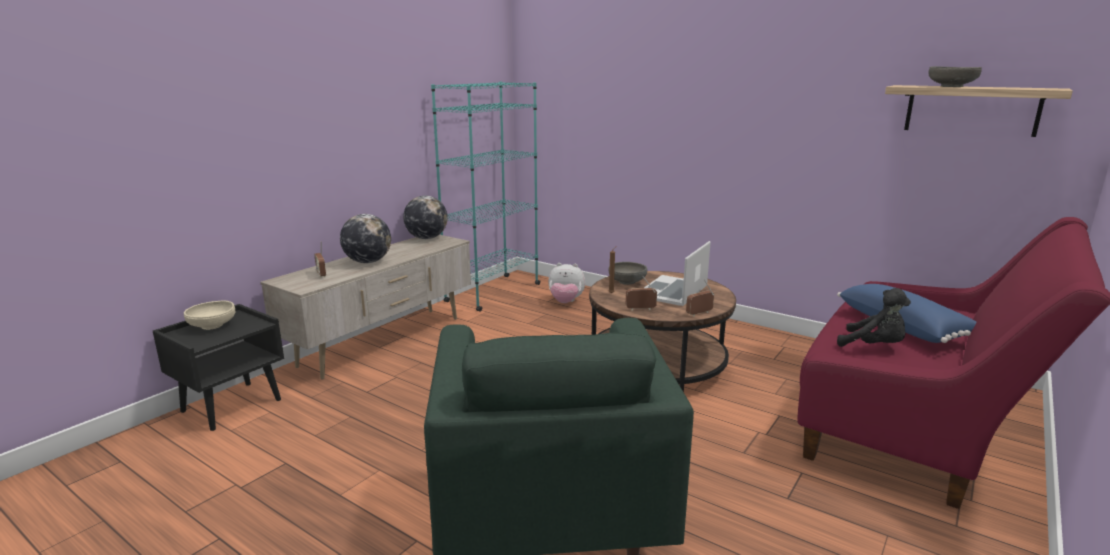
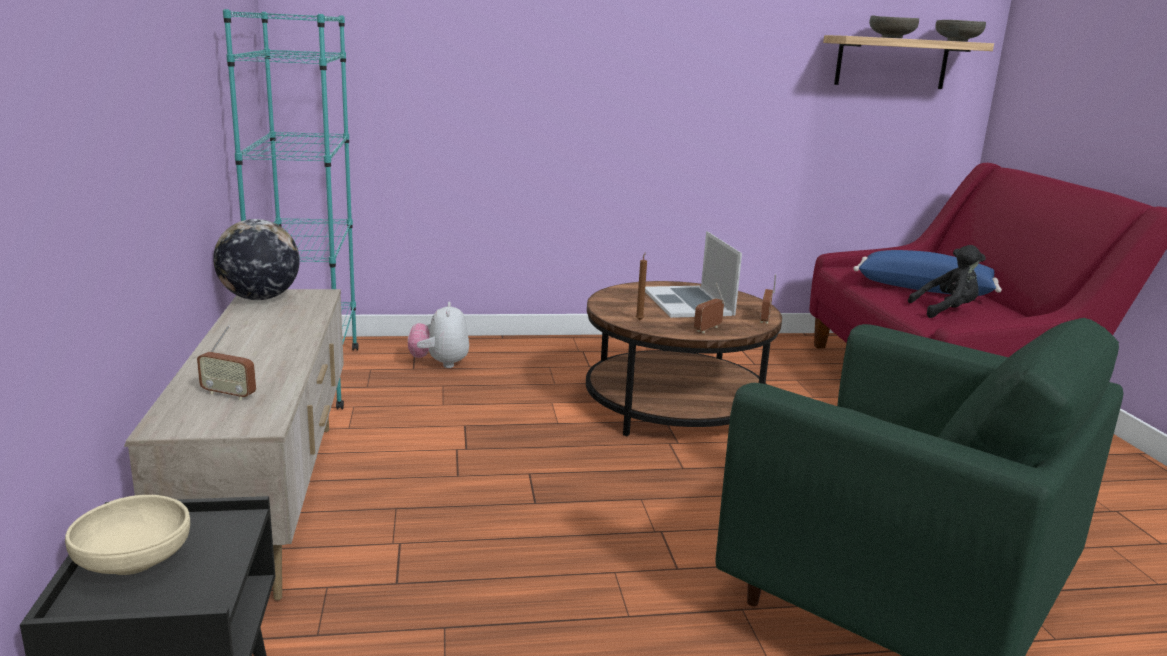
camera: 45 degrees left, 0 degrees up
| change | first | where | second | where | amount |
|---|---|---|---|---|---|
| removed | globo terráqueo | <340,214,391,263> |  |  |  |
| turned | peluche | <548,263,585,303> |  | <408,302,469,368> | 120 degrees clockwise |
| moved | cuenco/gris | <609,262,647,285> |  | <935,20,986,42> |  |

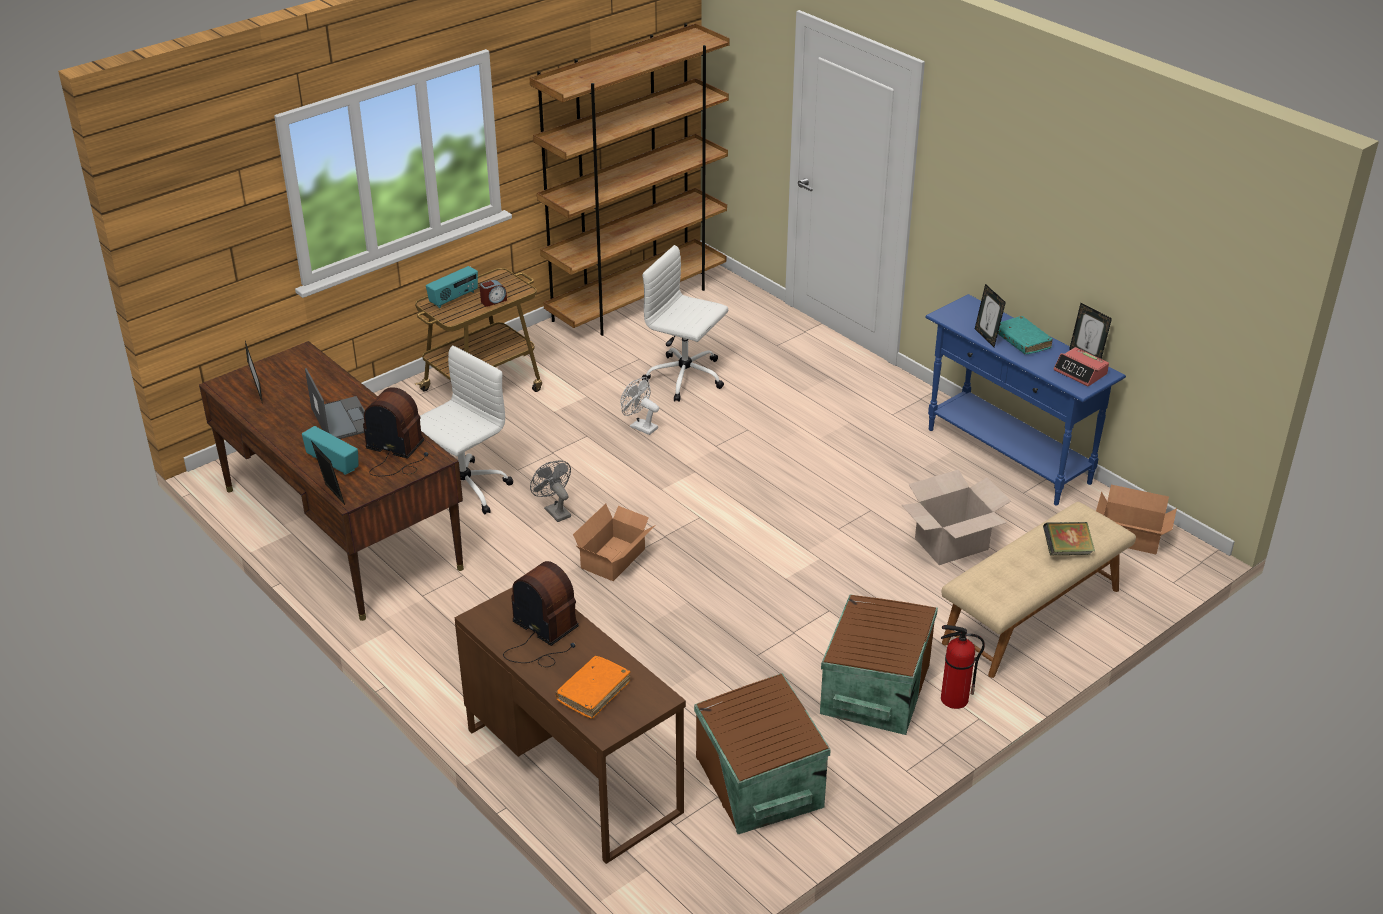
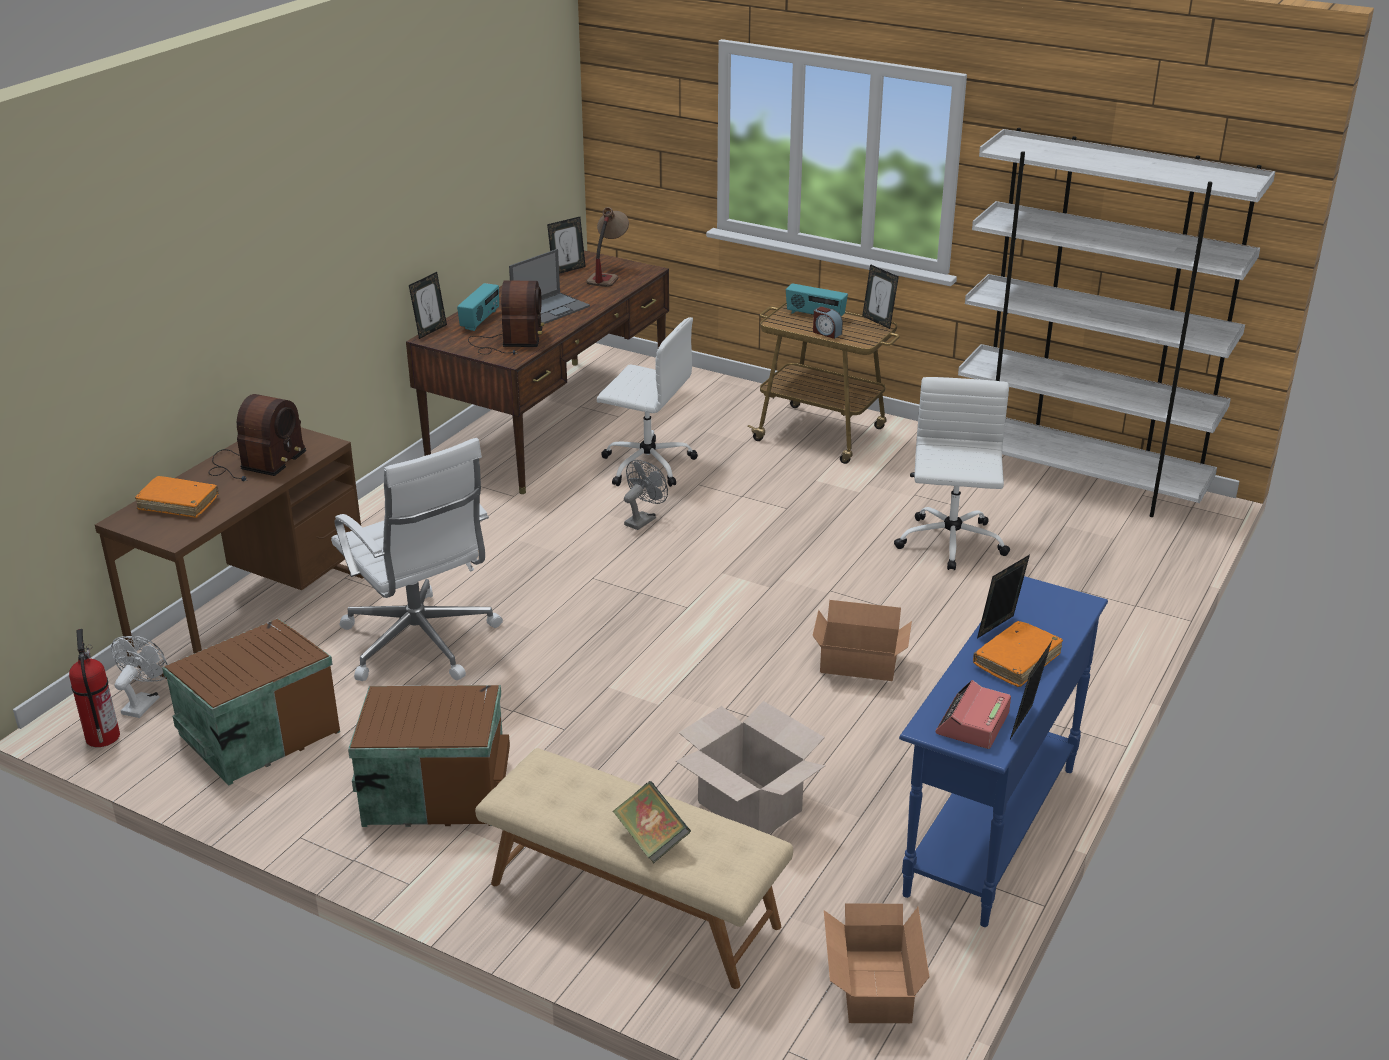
camera: 70 degrees right, 5 degrees down
| change | first | where | second | where | amount |
|---|---|---|---|---|---|
| recoloured | estantería/marrón | <530,23,730,336> | estantería/blanco | <958,128,1275,517> |  |
| moved | caja de cartón | <573,504,654,581> |  | <812,600,912,681> |  |
| moved | ventilador/blanco | <620,377,659,435> |  | <111,636,168,718> |  |
| moved | extintor | <941,625,985,709> |  | <69,629,120,747> |  |
| recoloured | libro/turquesa | <998,316,1053,354> | libro/naranja | <973,621,1063,687> |  |
| added |  |  | silla de oficina/blanco | <331,438,503,681> |  |
| added |  |  | lámpara de mesa | <586,207,629,287> |  |
| added |  |  | portarretratos | <862,264,899,329> |  |

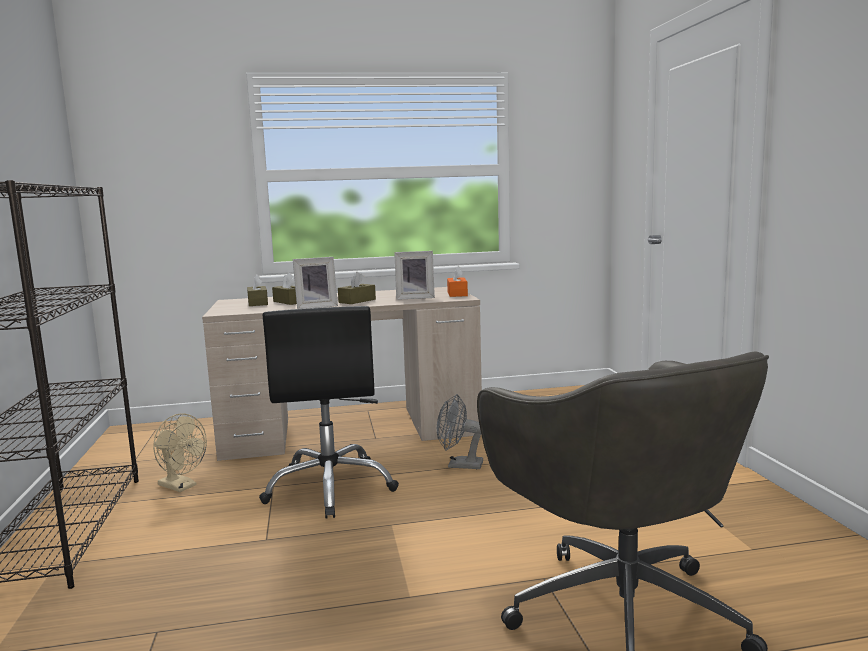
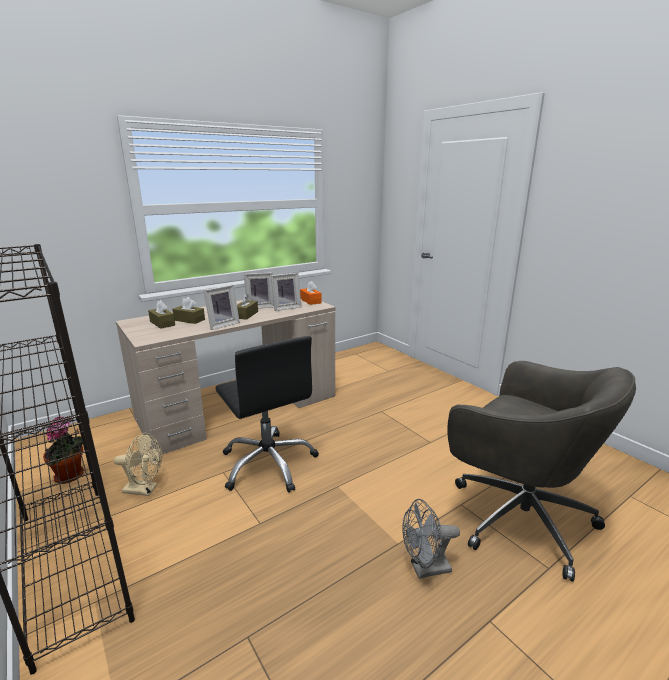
camera: 25 degrees left, 10 degrees up
| change | first | where | second | where | amount |
|---|---|---|---|---|---|
| moved | ventilador/gris | <437,394,483,469> |  | <402,499,460,579> |  |
| added |  |  | planta en maceta | <43,417,84,484> |  |
| added |  |  | portarretratos | <244,273,274,308> |  |

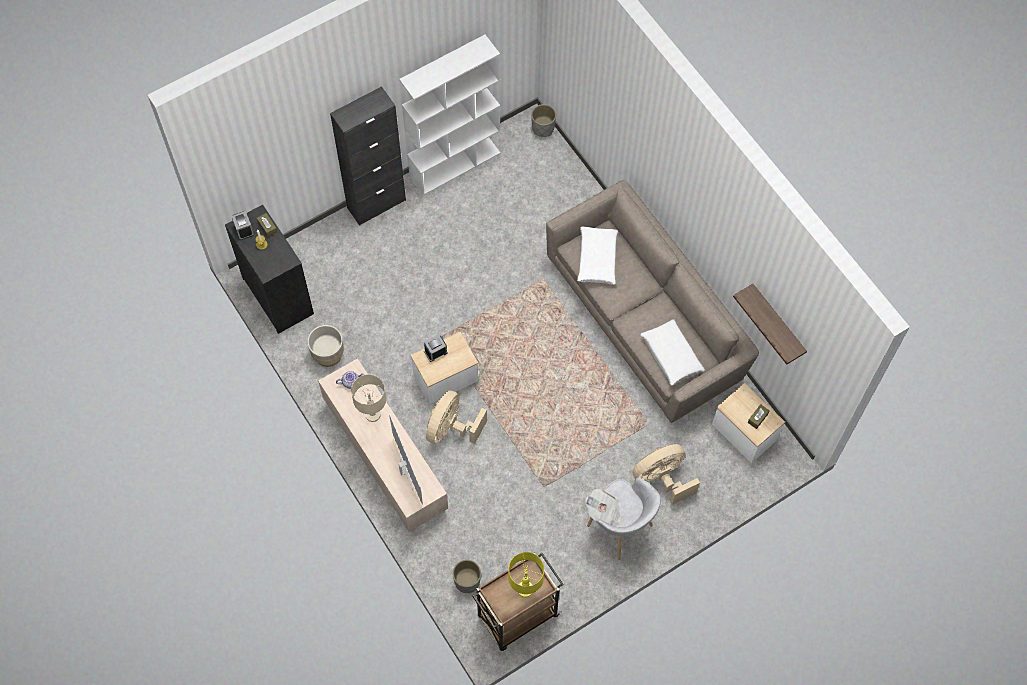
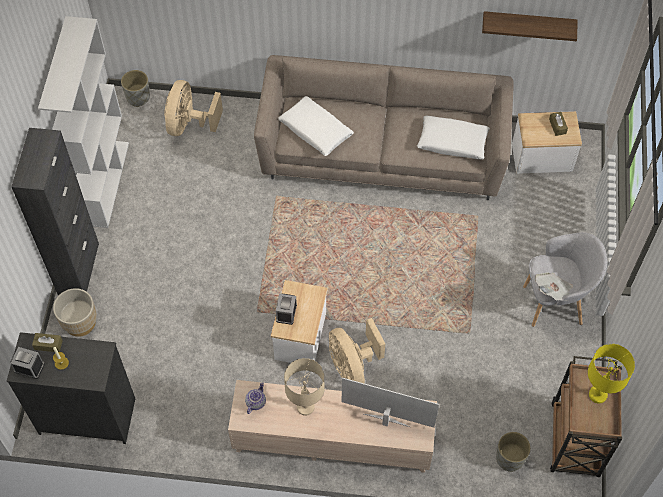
camera: 50 degrees left, 5 degrees down
| change | first | where | second | where | amount |
|---|---|---|---|---|---|
| moved | maceta/beis | <307,325,344,367> |  | <53,288,97,337> |  |
| moved | ventilador/beis | <632,444,700,505> |  | <164,80,223,136> |  |

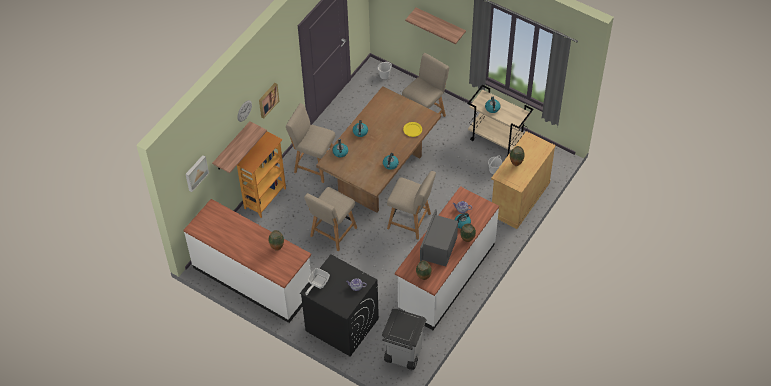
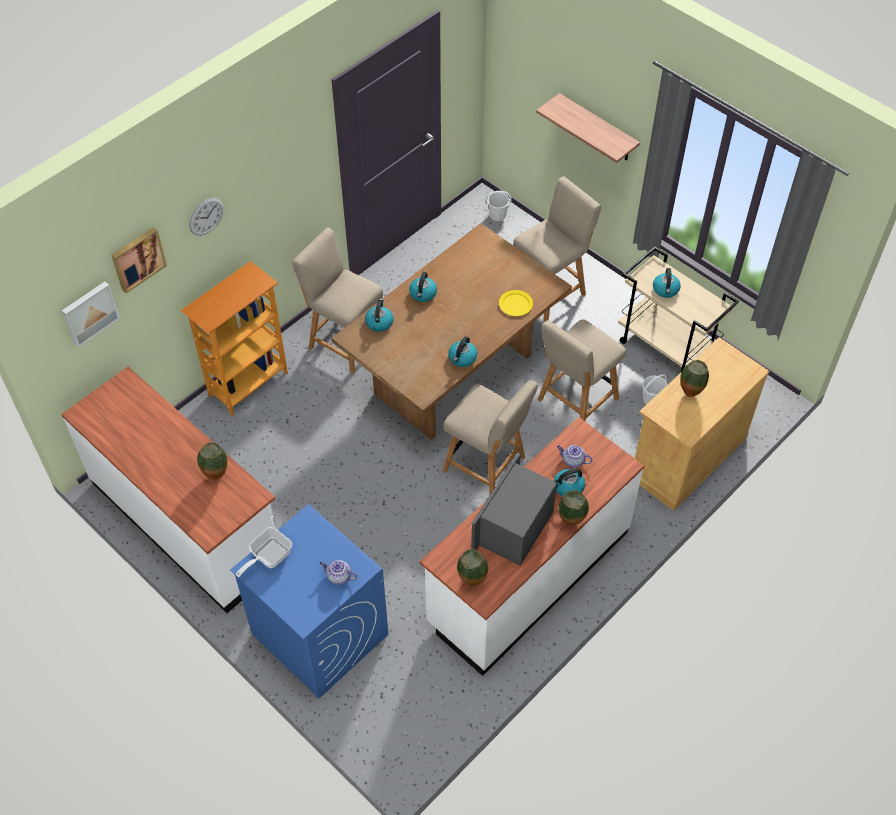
camera: 10 degrees right, 0 degrees up
| change | first | where | second | where | amount |
|---|---|---|---|---|---|
| removed | estante | <212,121,267,173> |  |  |  |
| moved | cuadro | <259,83,279,118> |  | <111,227,167,294> |  |
| recoloured | lavadora/negro | <300,255,379,357> | lavadora/azul | <230,504,388,699> |  |
| moved | silla/beis | <304,187,357,251> |  | <538,319,626,421> |  |
| removed | papelera/gris | <382,309,427,370> |  |  |  |

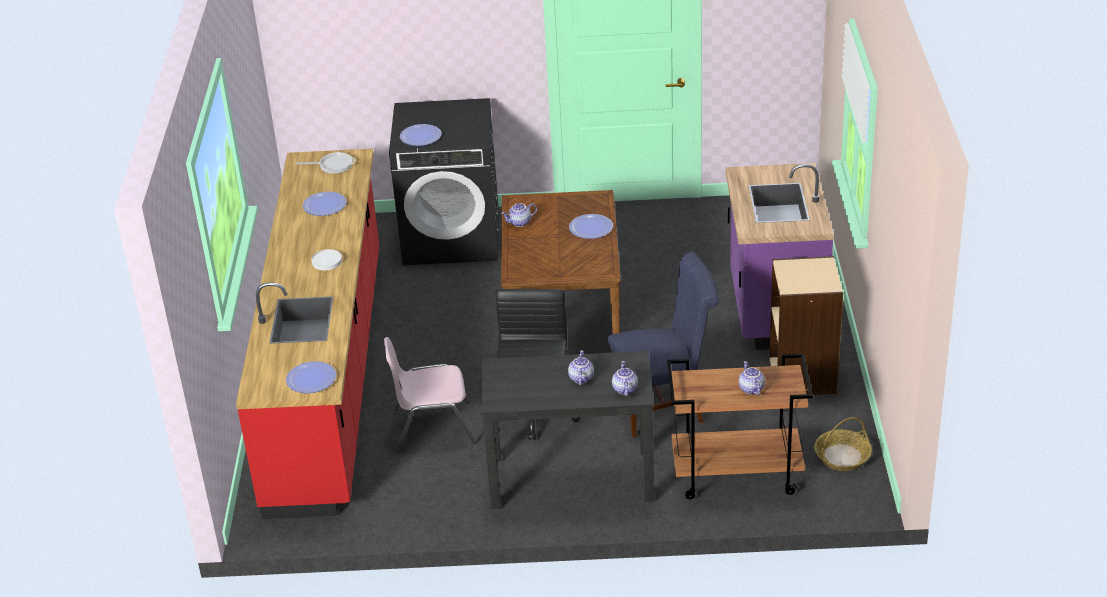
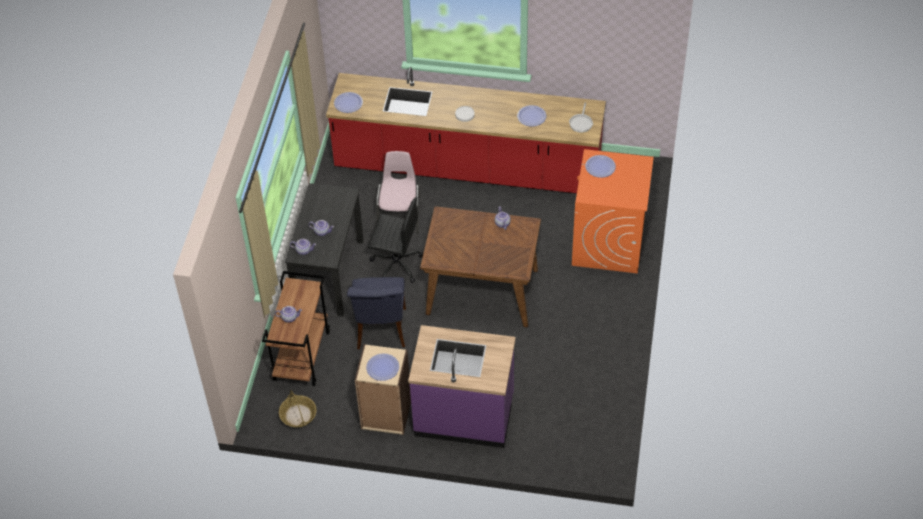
camera: 100 degrees right, 15 degrees up
| change | first | where | second | where | amount |
|---|---|---|---|---|---|
| recoloured | lavadora/negro | <389,98,499,265> | lavadora/naranja | <572,149,654,274> |  |
| moved | plato | <569,214,613,239> |  | <366,353,399,381> |  |

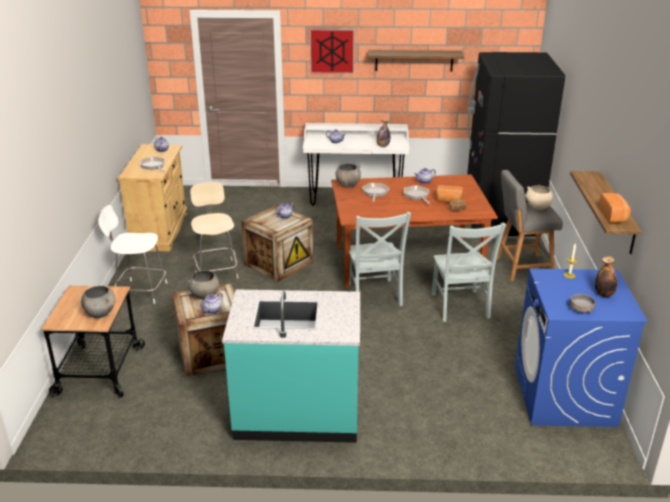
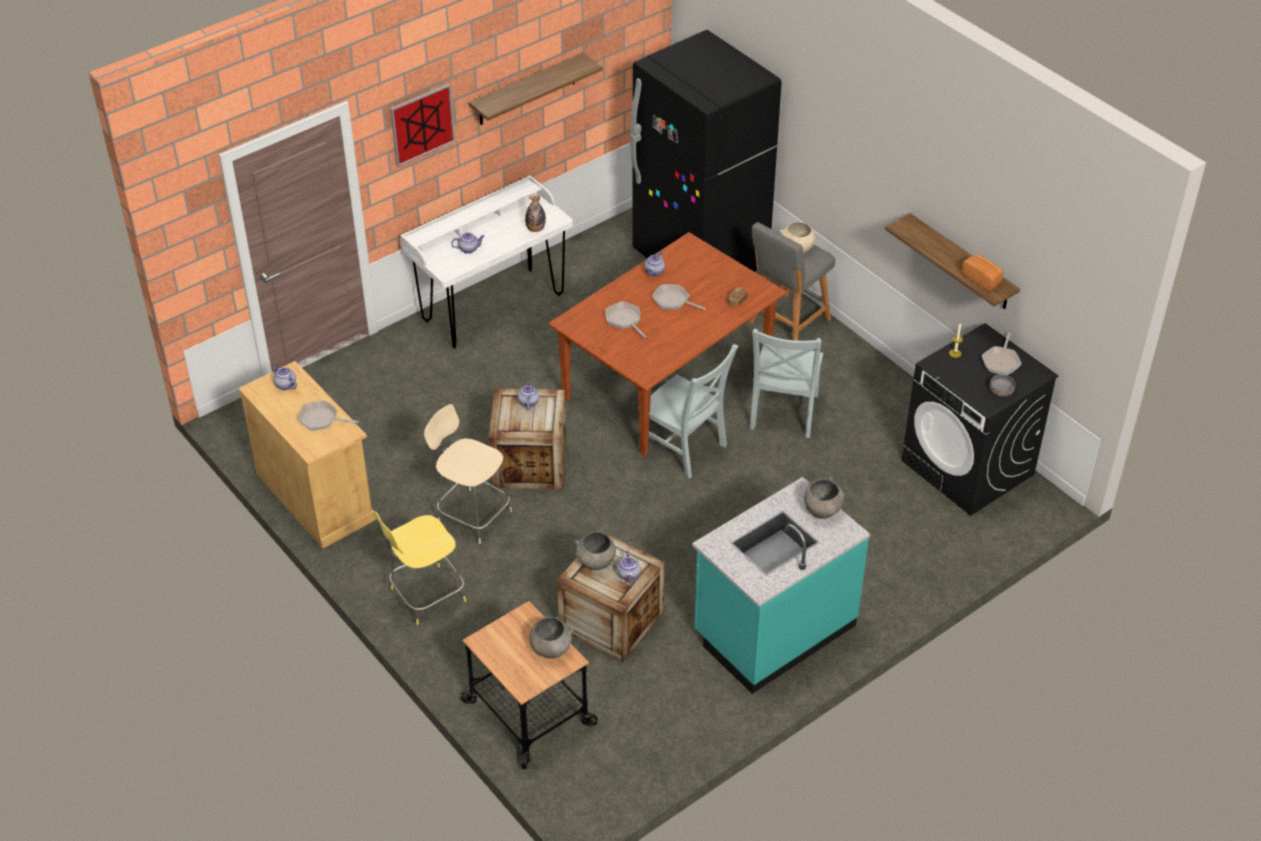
camera: 40 degrees left, 15 degrees up
| change | first | where | second | where | amount |
|---|---|---|---|---|---|
| recoloured | taburete/blanco | <98,205,167,304> | taburete/amarillo | <373,511,466,625> |  |
| moved | cuenco/gris | <335,163,361,188> |  | <804,476,844,519> |  |
| turned | silla/gris | <432,222,506,322> |  | <750,328,823,438> | 60 degrees clockwise |
| removed | pan | <436,185,464,203> |  |  |  |
| recoloured | lavadora/azul | <515,269,648,427> | lavadora/negro | <902,323,1058,516> |  |
| replaced | botella | <595,256,617,297> | sartén | <982,333,1021,375> |  |

